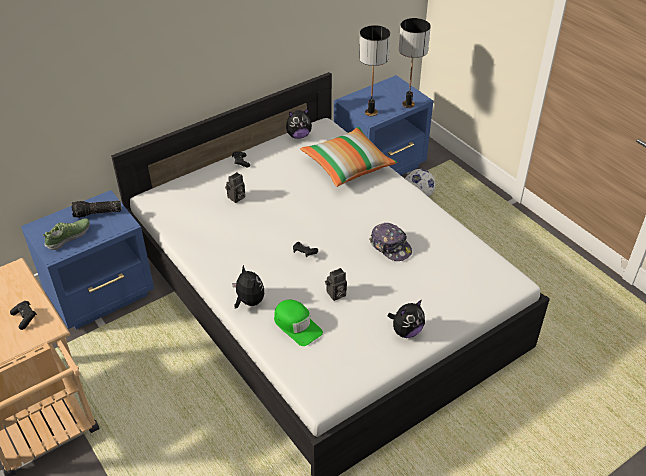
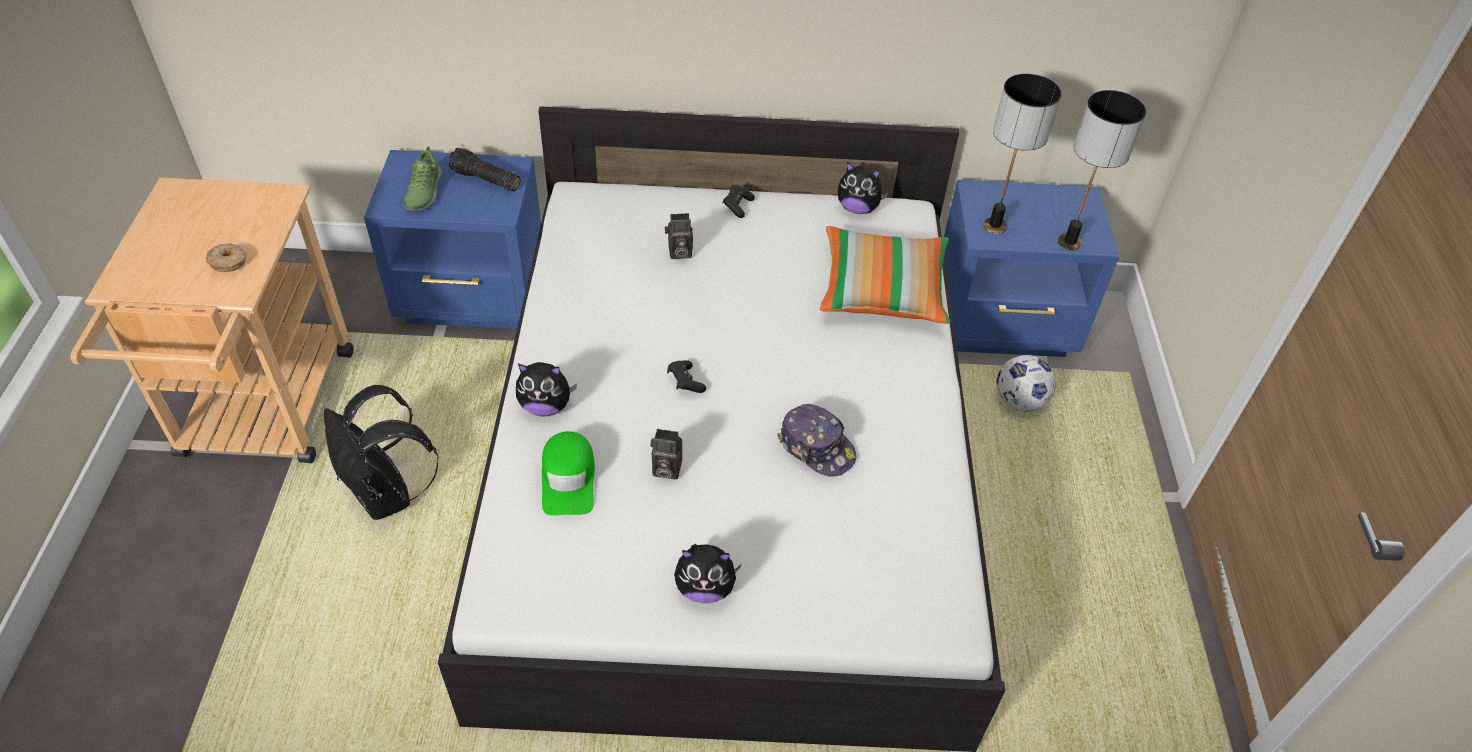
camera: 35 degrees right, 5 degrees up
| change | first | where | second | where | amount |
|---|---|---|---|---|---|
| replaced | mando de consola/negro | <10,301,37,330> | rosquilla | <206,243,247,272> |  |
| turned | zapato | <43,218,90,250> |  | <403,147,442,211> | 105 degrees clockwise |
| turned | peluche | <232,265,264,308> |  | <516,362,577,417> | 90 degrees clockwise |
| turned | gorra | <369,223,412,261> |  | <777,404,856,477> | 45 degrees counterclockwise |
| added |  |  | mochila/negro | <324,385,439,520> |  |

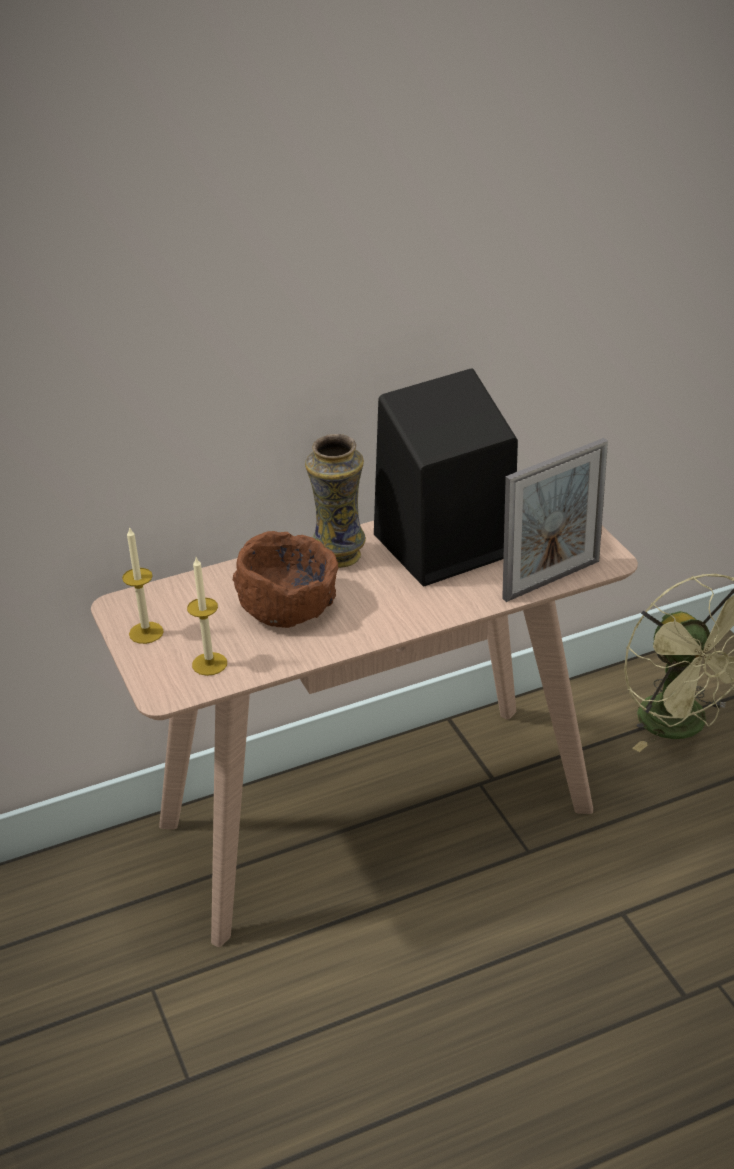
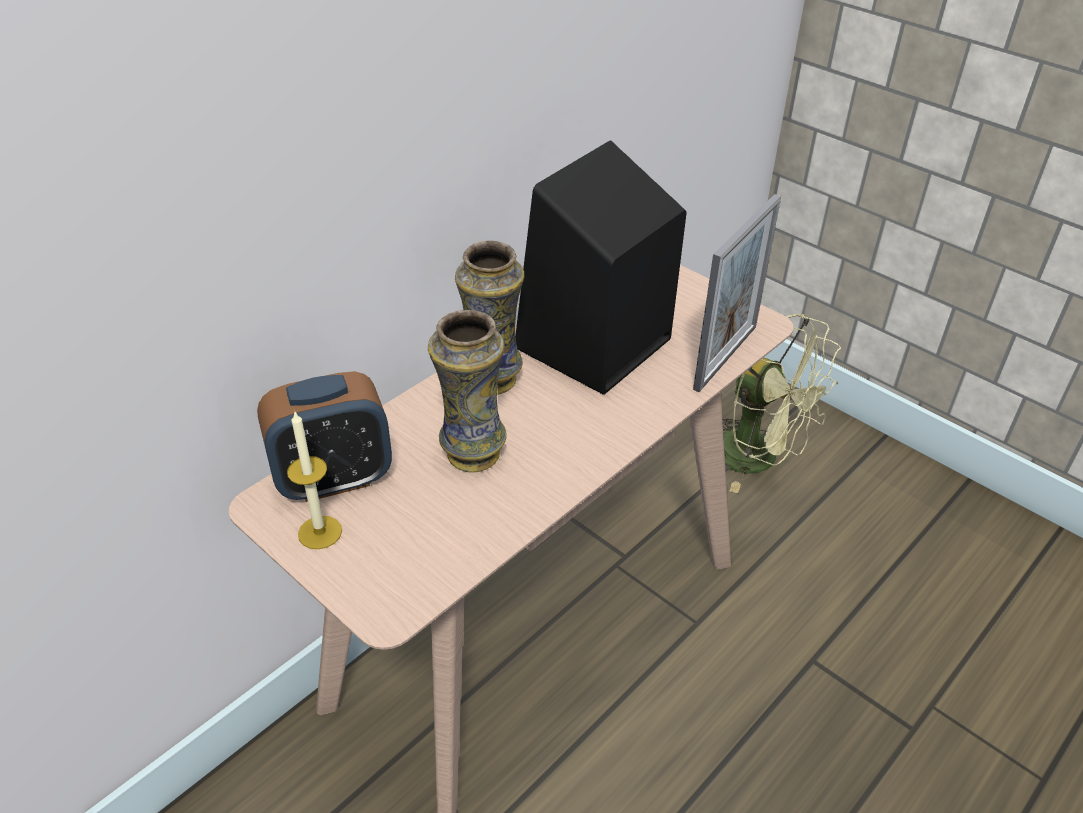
camera: 25 degrees left, 5 degrees up
| change | first | where | second | where | amount |
|---|---|---|---|---|---|
| removed | vela | <187,557,227,676> |  |  |  |
| replaced | cuenco/marrón | <233,531,339,628> | florero | <428,310,507,472> |  |
| added |  |  | despertador | <257,371,392,502> |  |

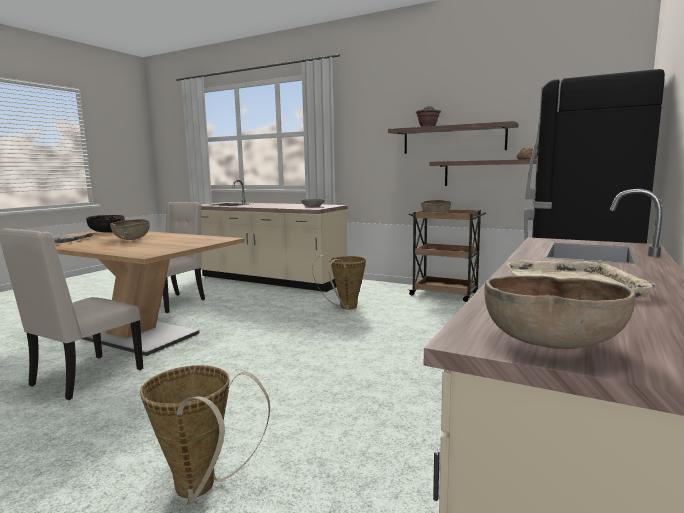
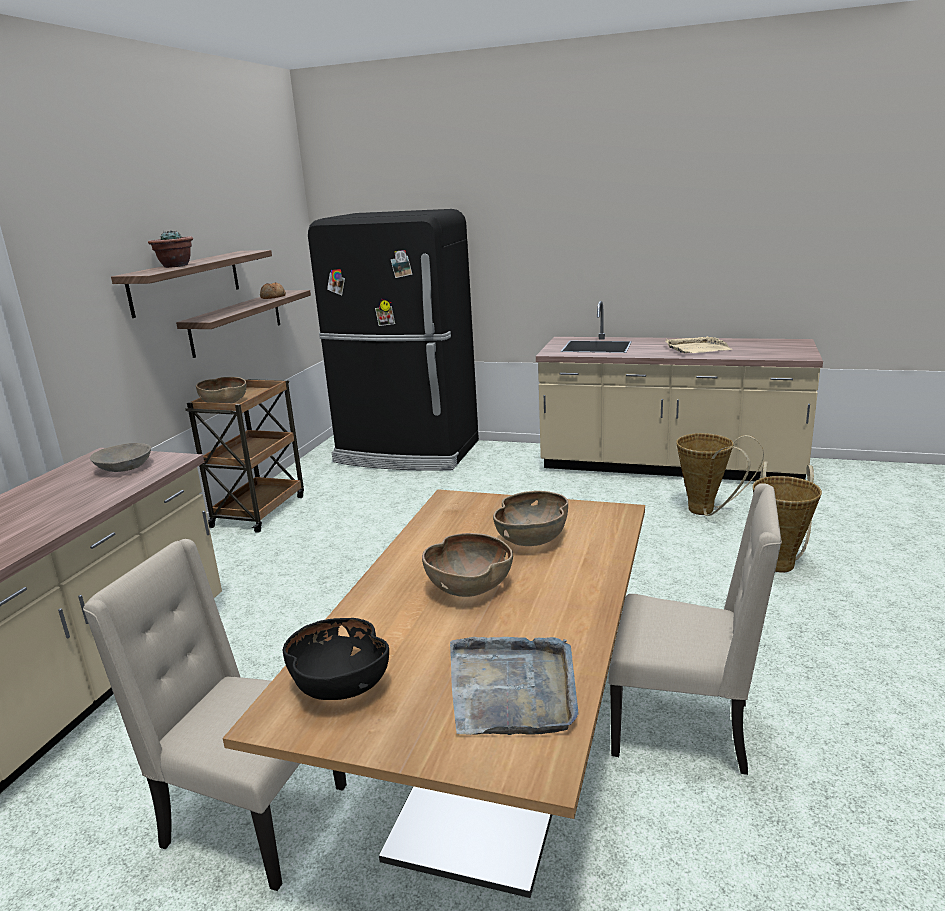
camera: 100 degrees left, 10 degrees up
| change | first | where | second | where | amount |
|---|---|---|---|---|---|
| moved | cesta | <312,255,366,309> |  | <676,433,764,516> |  |
| moved | cuenco/marrón | <484,275,636,349> |  | <493,491,568,546> |  |

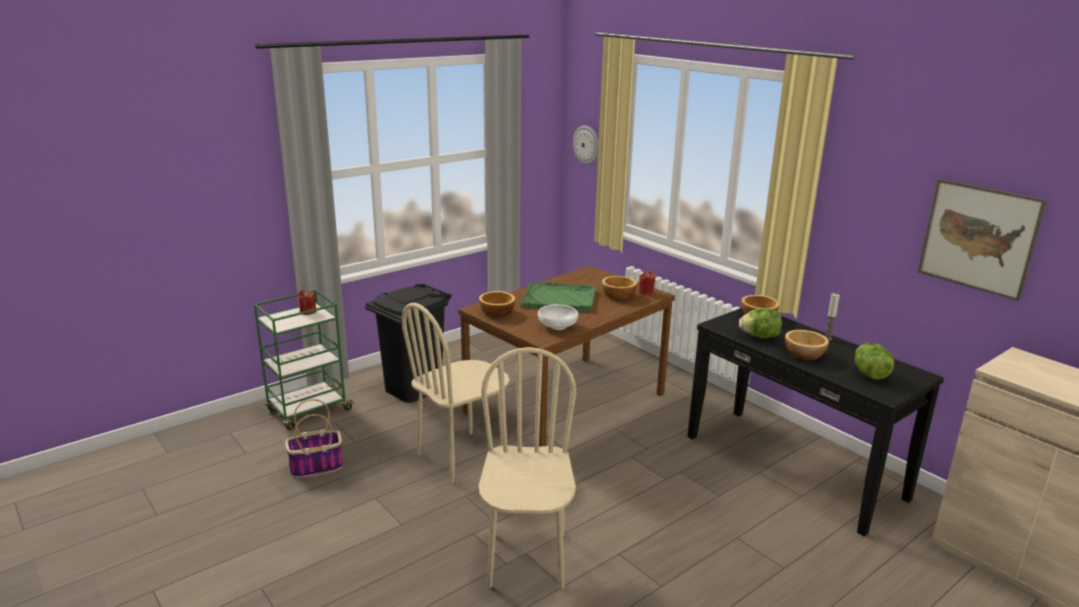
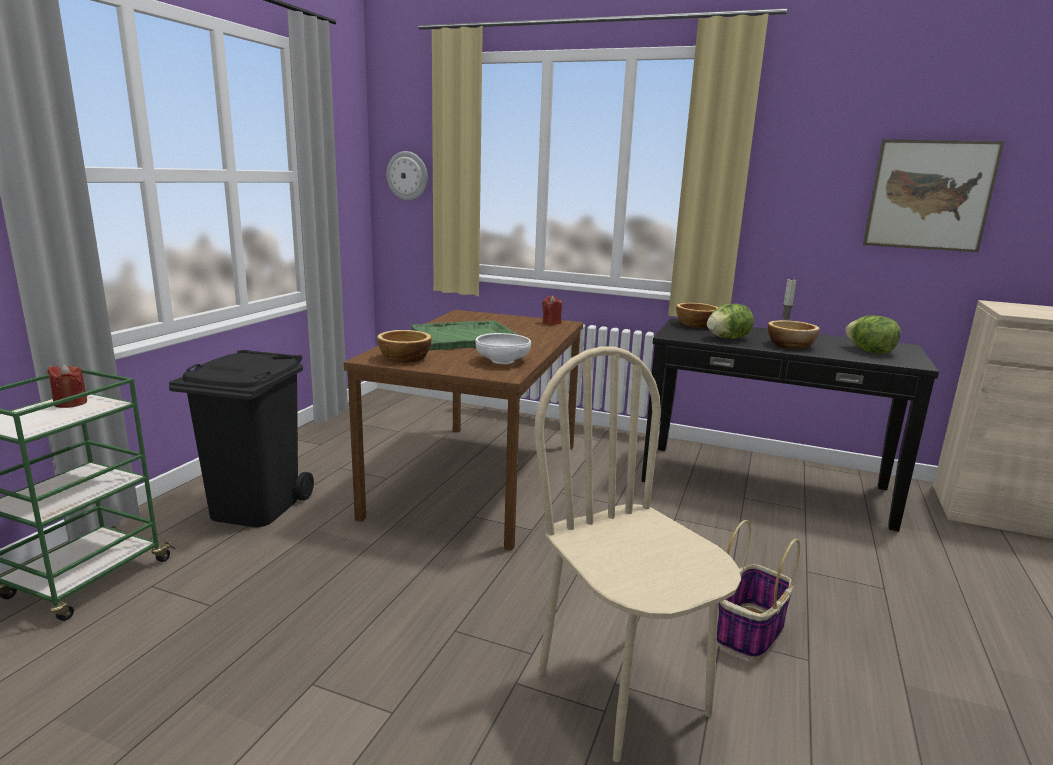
camera: 30 degrees left, 5 degrees down
| change | first | where | second | where | amount |
|---|---|---|---|---|---|
| moved | cesta | <285,399,343,478> |  | <717,520,800,660> |  |
| removed | silla/beis | <402,303,510,483> |  |  |  |
| removed | cuenco | <602,276,637,300> |  |  |  |

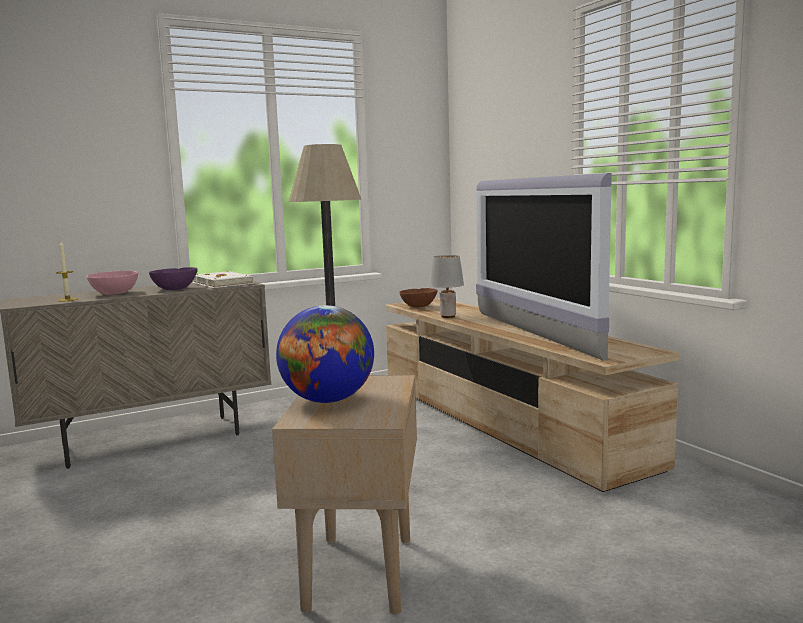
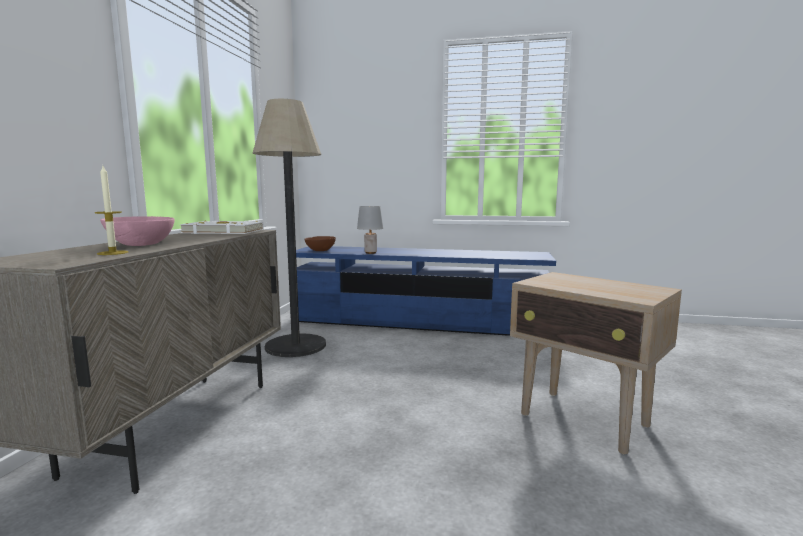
camera: 50 degrees left, 0 degrees up
| change | first | where | second | where | amount |
|---|---|---|---|---|---|
| removed | cuenco/morado | <149,267,198,290> |  |  |  |
| removed | globo terráqueo | <276,305,374,403> |  |  |  |
| recoloured | mueble de televisión/beis | <385,298,679,492> | mueble de televisión/azul | <296,246,556,336> |  |
| removed | televisor | <476,173,612,360> |  |  |  |

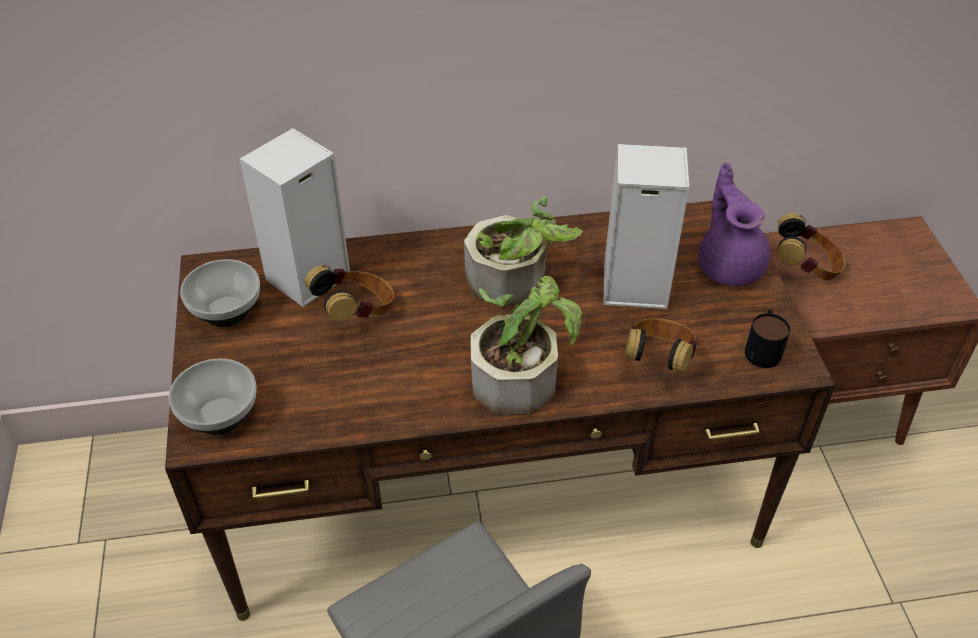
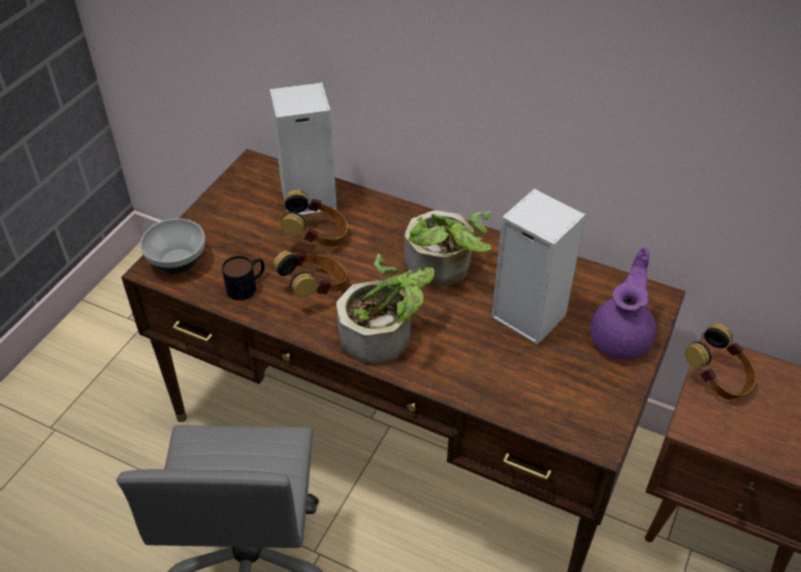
camera: 35 degrees right, 0 degrees up
| change | first | where | second | where | amount |
|---|---|---|---|---|---|
| removed | cuenco | <180,259,260,327> |  |  |  |
| moved | auriculares | <625,318,698,372> |  | <273,250,347,298> |  |
| moved | taza grande | <745,309,790,368> |  | <222,256,265,300> |  |

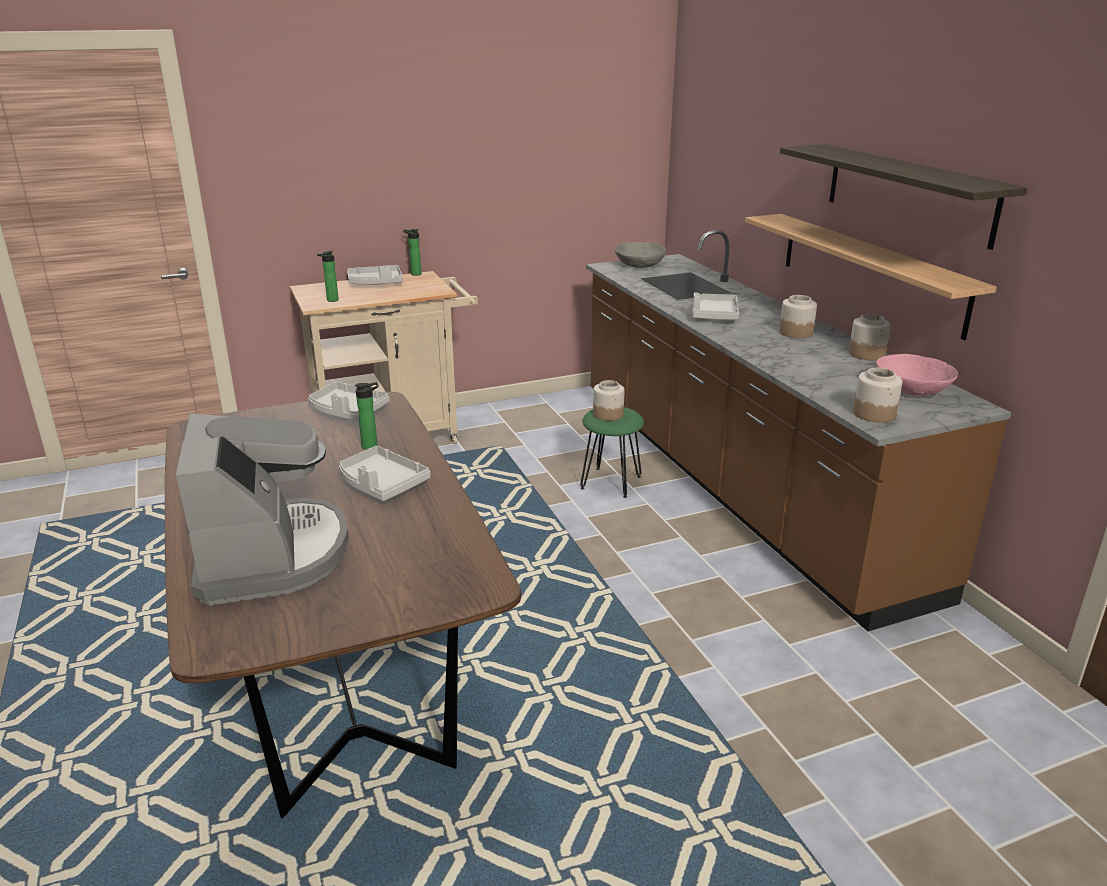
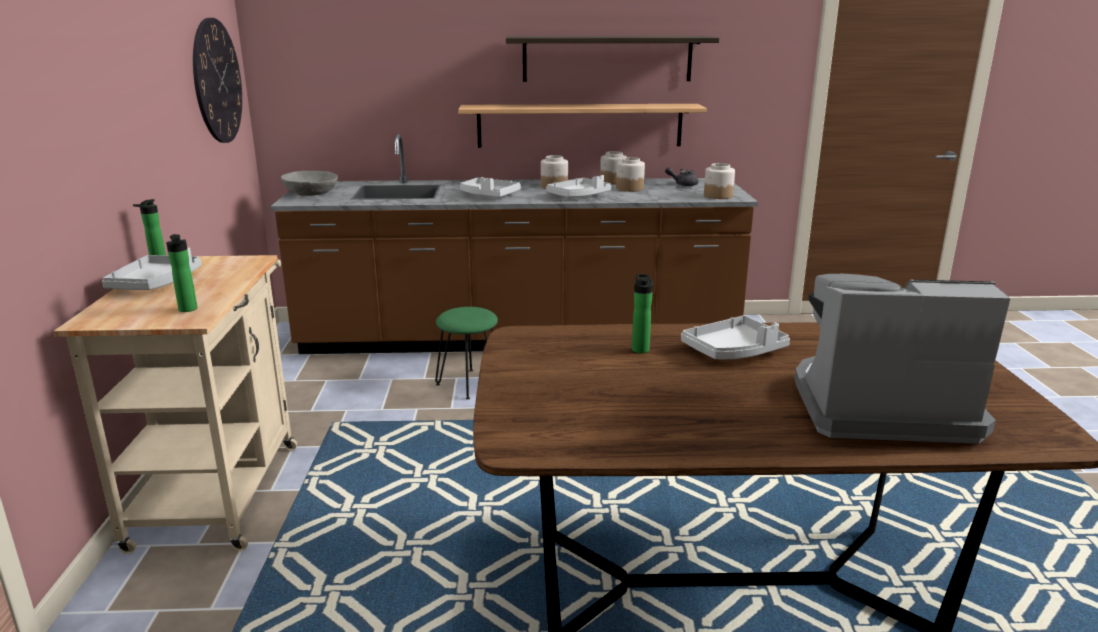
camera: 70 degrees left, 5 degrees down
| change | first | where | second | where | amount |
|---|---|---|---|---|---|
| moved | bandeja/gris | <308,382,390,421> |  | <546,175,611,197> |  |
| moved | tarro | <593,380,625,421> |  | <616,157,645,192> |  |
| replaced | cuenco/rosa | <876,354,958,396> | tetera/gris | <665,167,698,186> |  |
| added |  |  | reloj de pared | <193,18,242,143> |  |

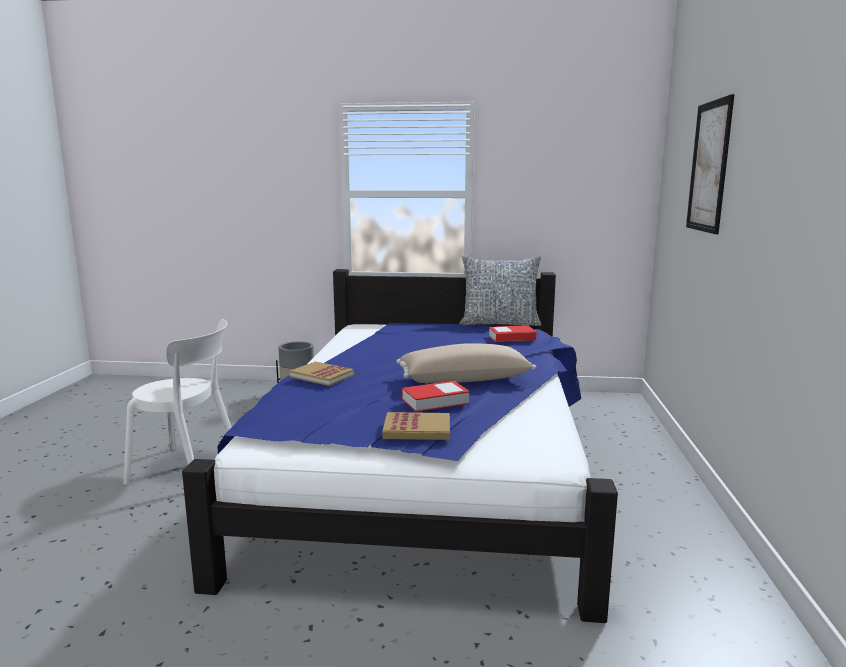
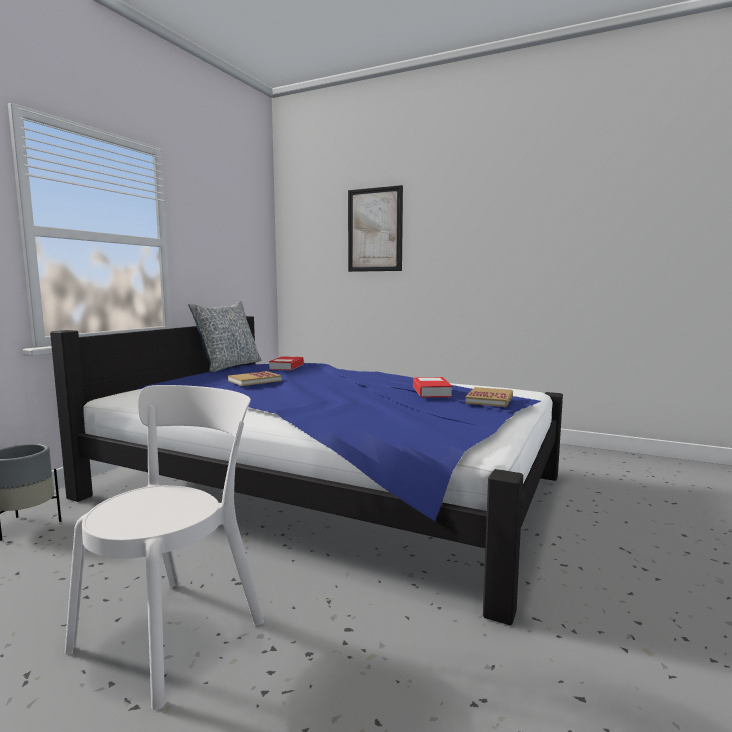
camera: 70 degrees left, 5 degrees down
| change | first | where | second | where | amount |
|---|---|---|---|---|---|
| moved | libro | <290,361,355,386> |  | <228,371,282,386> |  |
| removed | cojín/beis | <396,343,536,383> |  |  |  |

